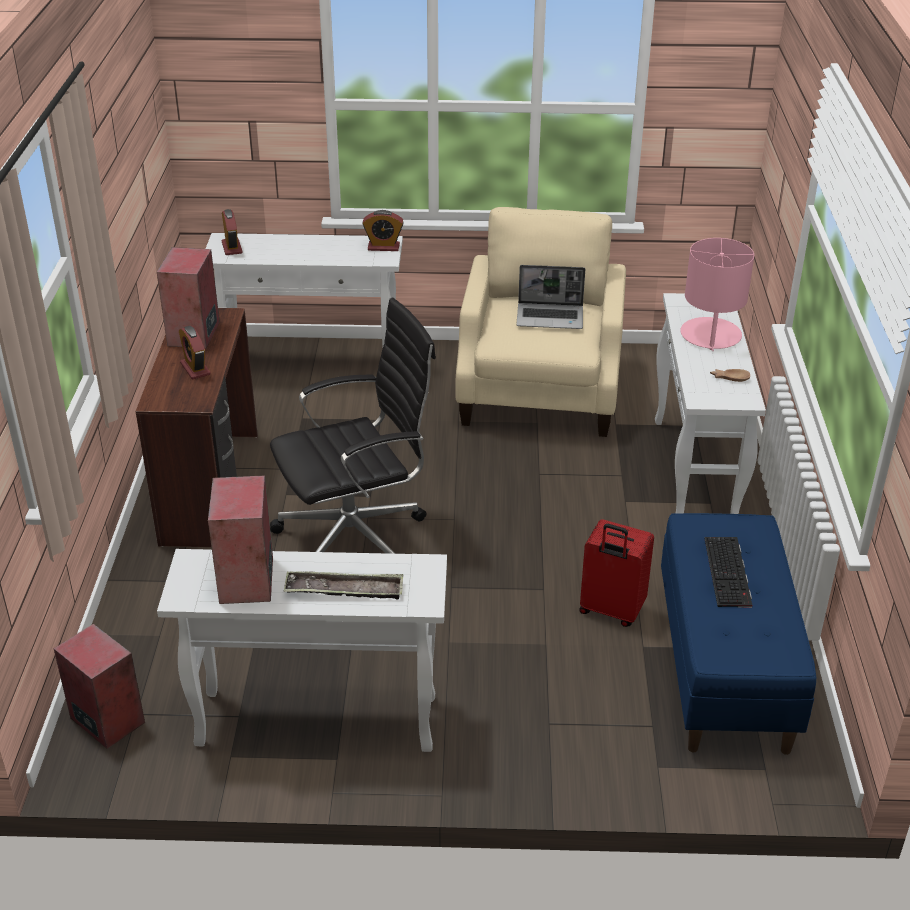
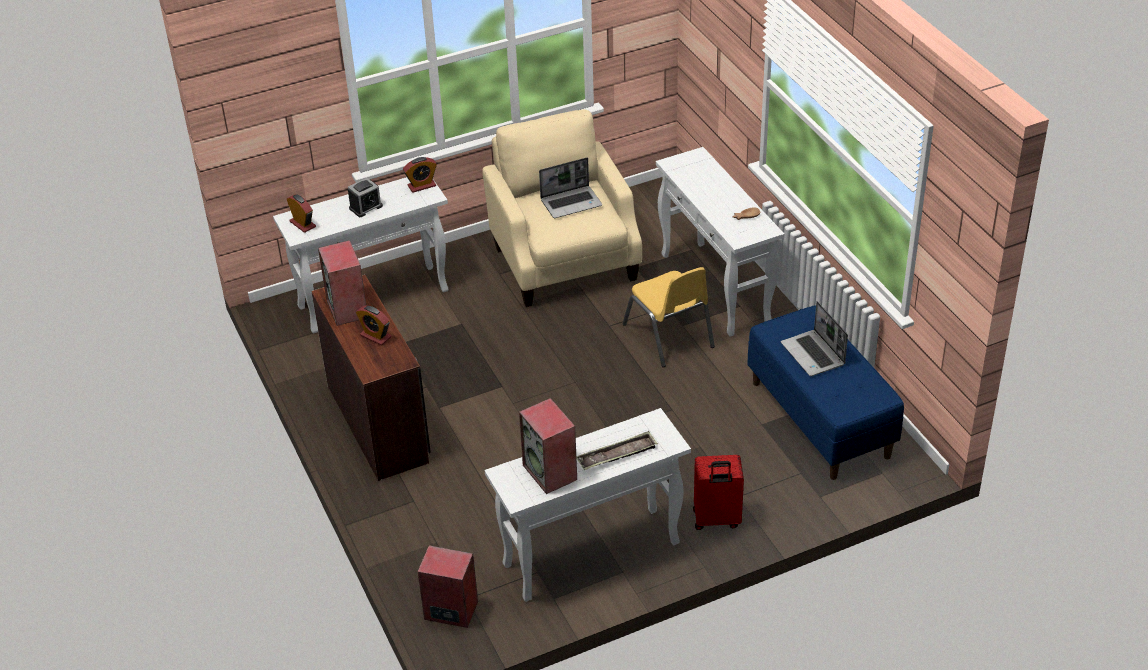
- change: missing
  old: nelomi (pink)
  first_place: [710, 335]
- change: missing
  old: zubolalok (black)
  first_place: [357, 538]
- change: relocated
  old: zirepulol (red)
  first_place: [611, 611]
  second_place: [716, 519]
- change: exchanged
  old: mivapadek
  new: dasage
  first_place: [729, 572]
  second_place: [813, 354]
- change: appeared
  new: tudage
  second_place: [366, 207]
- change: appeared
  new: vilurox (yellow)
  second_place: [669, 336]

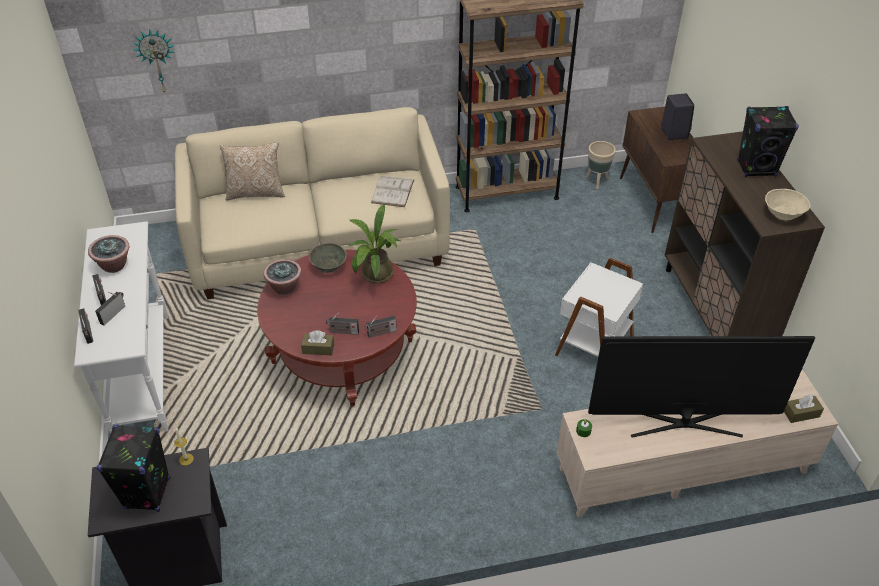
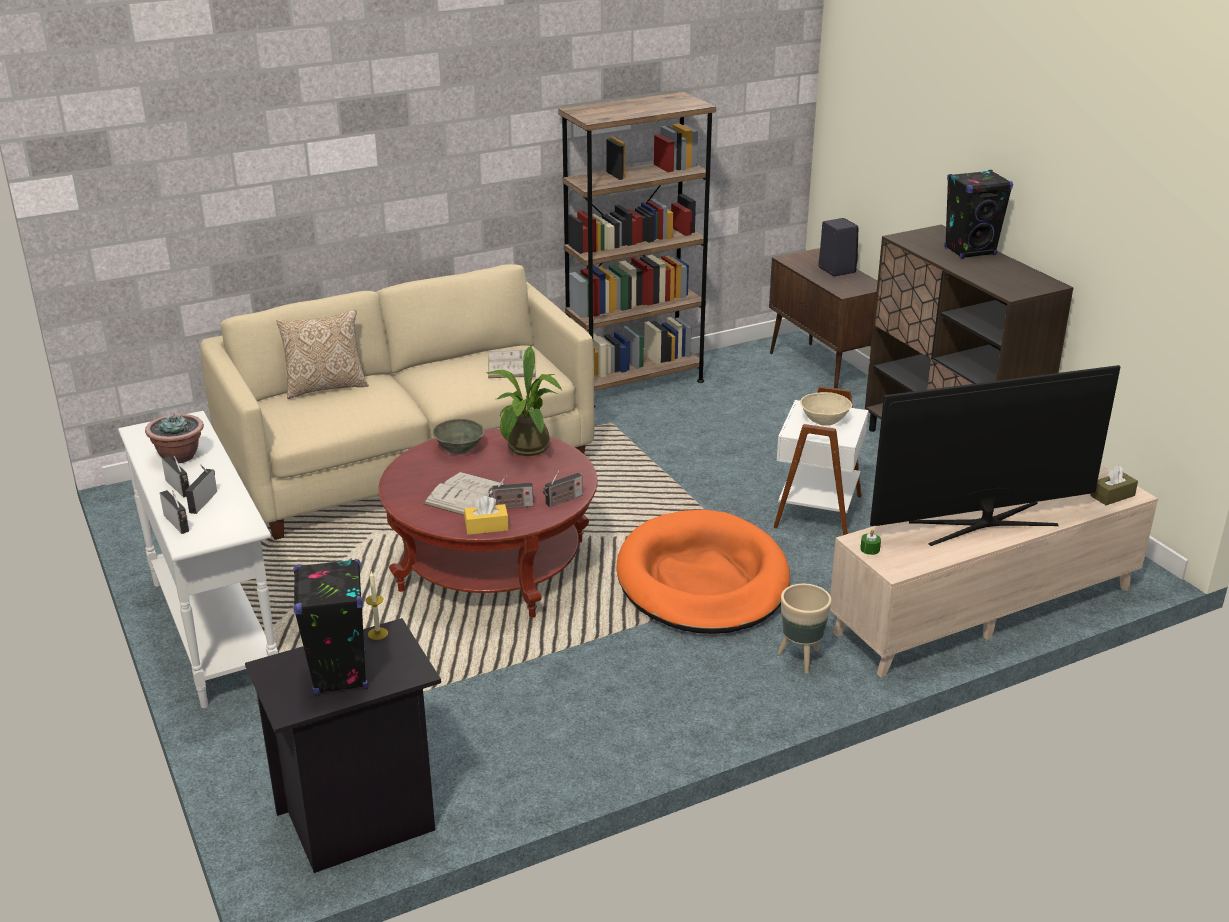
- change: missing
  old: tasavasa
  first_place: [157, 60]
- change: relocated
  old: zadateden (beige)
  first_place: [597, 181]
  second_place: [801, 659]
- change: relocated
  old: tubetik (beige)
  first_place: [783, 213]
  second_place: [824, 420]
- change: missing
  old: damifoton
  first_place: [284, 287]
- change: colour
  old: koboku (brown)
  new: koboku (yellow)
  first_place: [318, 349]
  second_place: [486, 527]
- change: appeared
  new: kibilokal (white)
  second_place: [465, 495]
- change: appeared
  new: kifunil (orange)
  second_place: [702, 580]

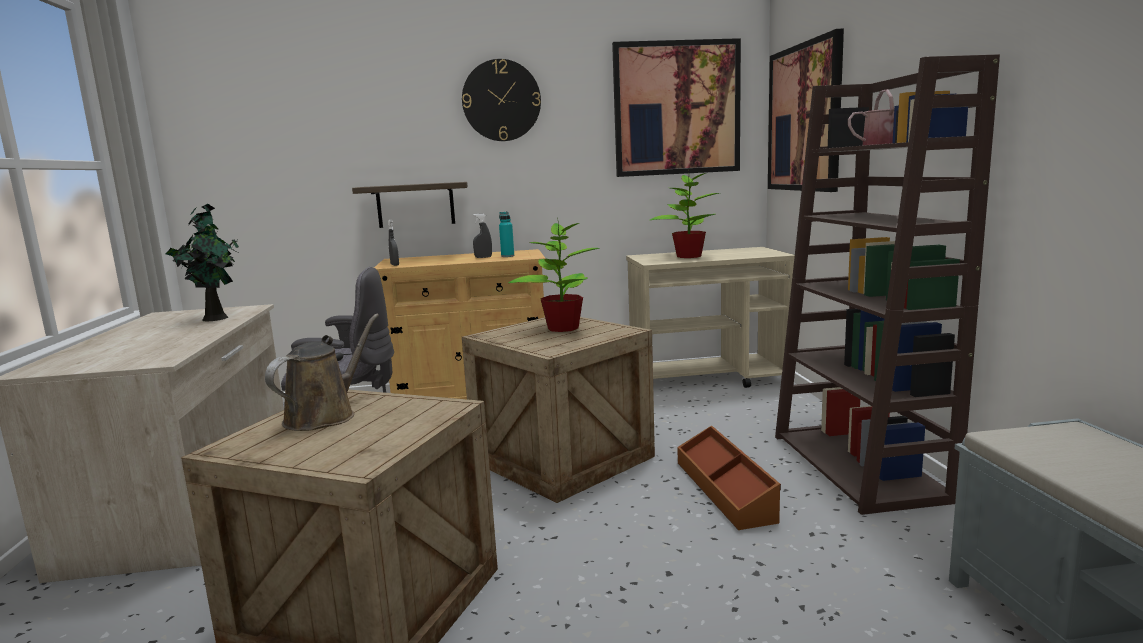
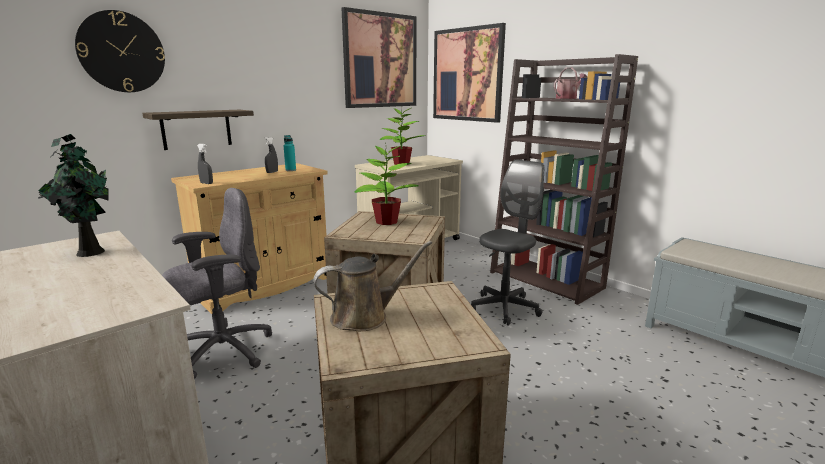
- change: relocated
  old: tasavasa
  first_place: [501, 100]
  second_place: [121, 52]
- change: spun
  old: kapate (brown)
  first_place: [325, 416]
  second_place: [365, 316]
  degrees: 75
- change: exchanged
  old: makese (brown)
  new: zubolalok (grey)
  first_place: [725, 490]
  second_place: [504, 308]

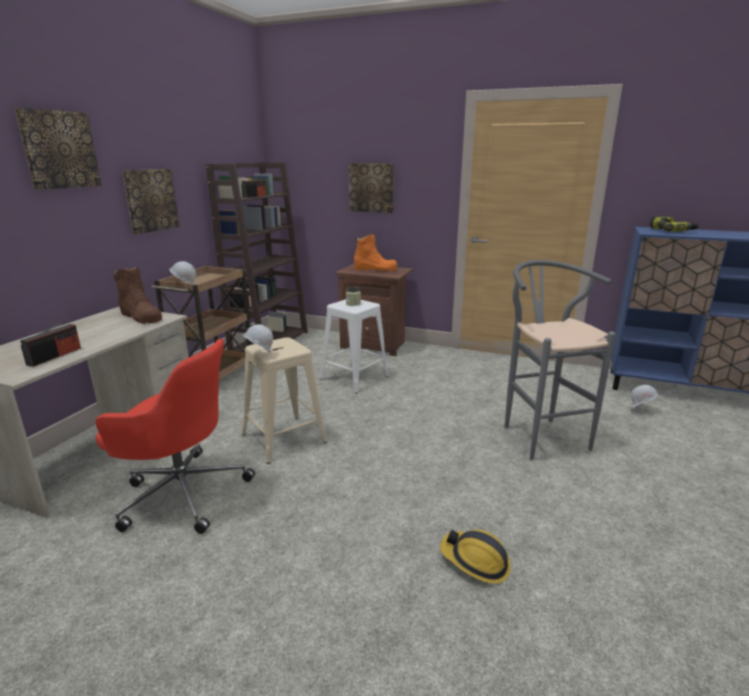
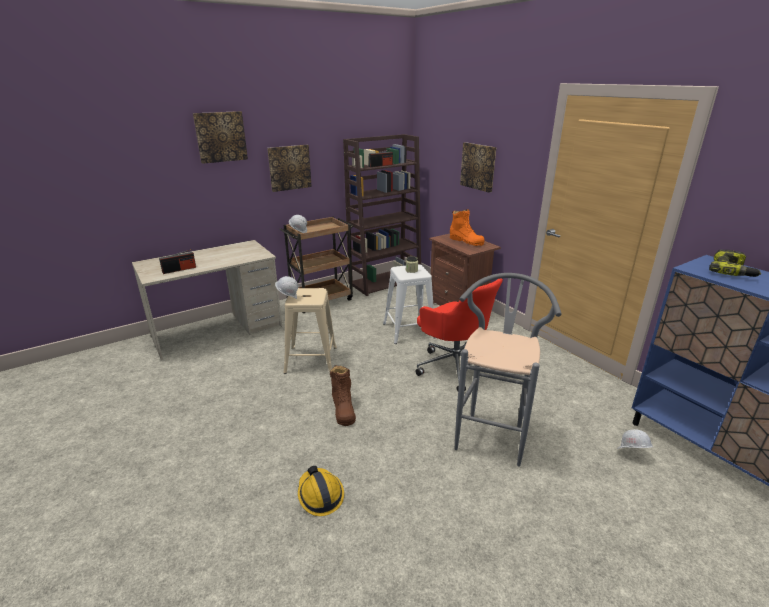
- change: relocated
  old: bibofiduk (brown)
  first_place: [141, 317]
  second_place: [343, 409]
- change: relocated
  old: zubolalok (red)
  first_place: [182, 492]
  second_place: [454, 365]

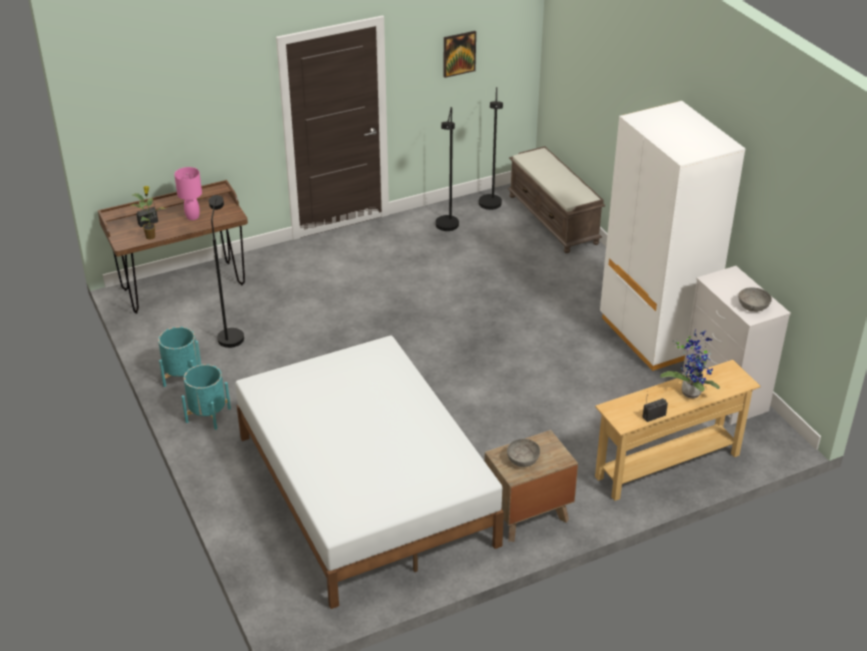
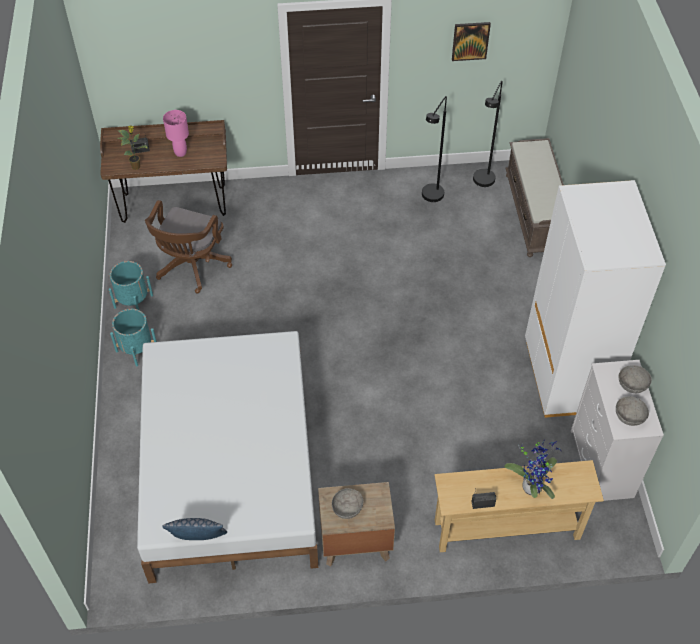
- change: exchanged
  old: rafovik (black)
  new: zubolalok (brown)
  first_place: [230, 334]
  second_place: [191, 267]
- change: appeared
  new: tubetik (grey)
  second_place: [632, 384]
- change: appeared
  new: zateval
  second_place: [199, 540]

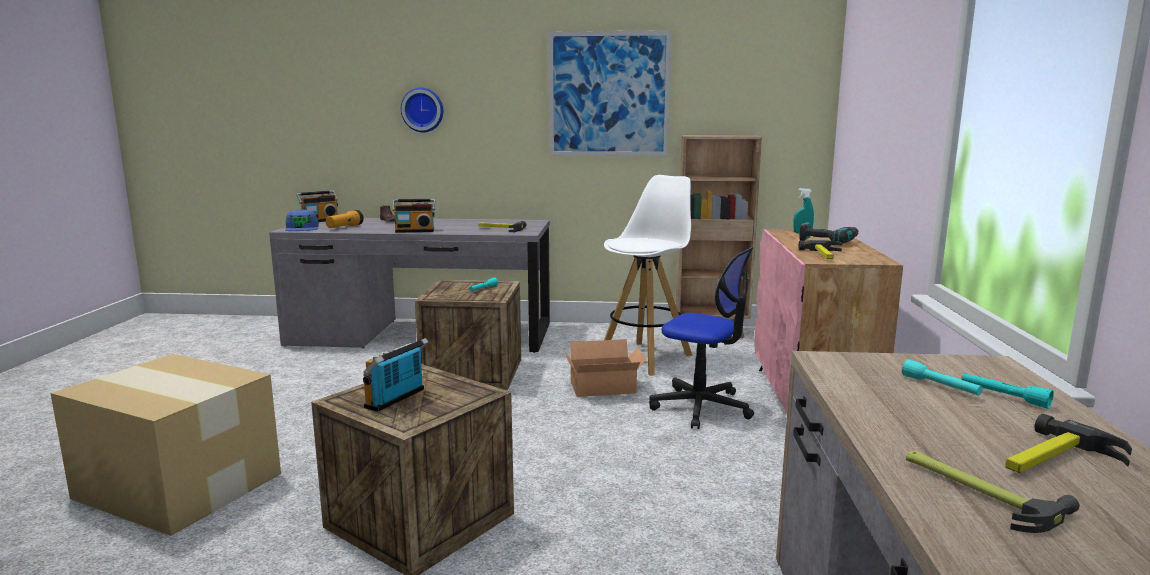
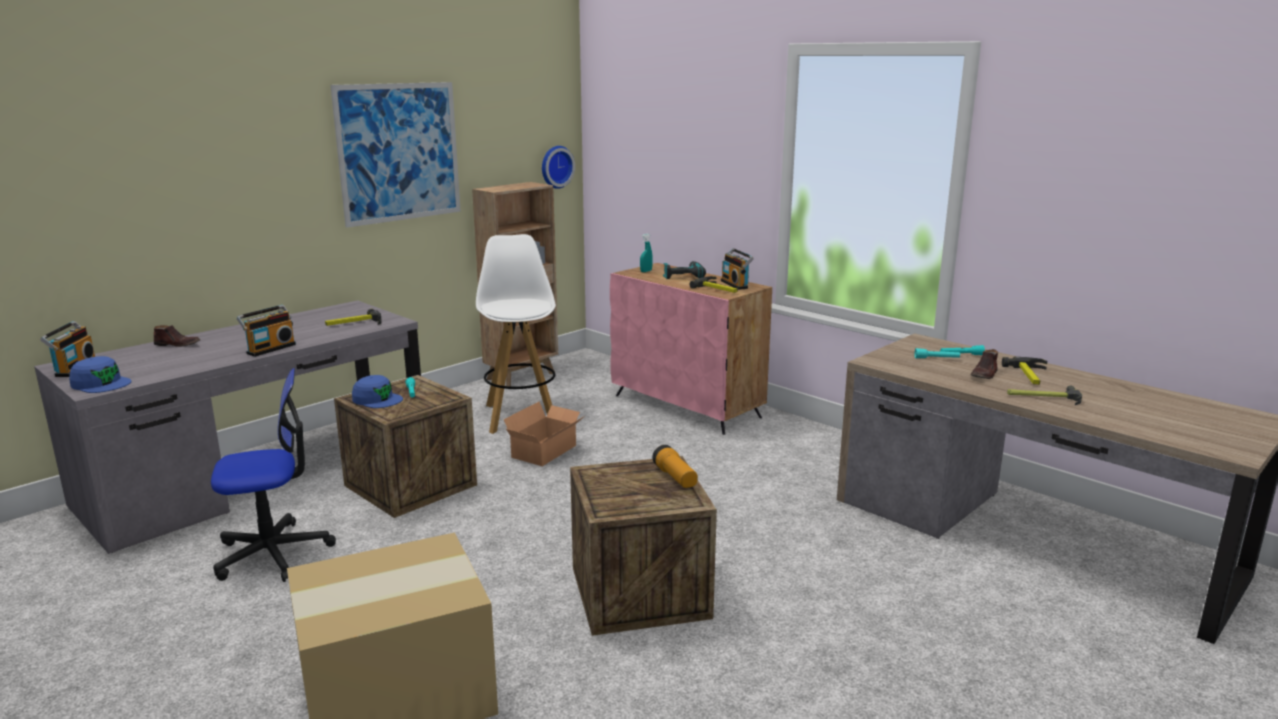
- change: relocated
  old: tasavasa
  first_place: [423, 110]
  second_place: [555, 166]
- change: relocated
  old: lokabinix
  first_place: [345, 227]
  second_place: [675, 478]
- change: relocated
  old: zubolalok
  first_place: [701, 407]
  second_place: [273, 553]
- change: relocated
  old: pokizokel
  first_place: [397, 399]
  second_place: [736, 284]
- change: appeared
  new: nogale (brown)
  second_place: [984, 374]
- change: appeared
  new: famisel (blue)
  second_place: [377, 399]

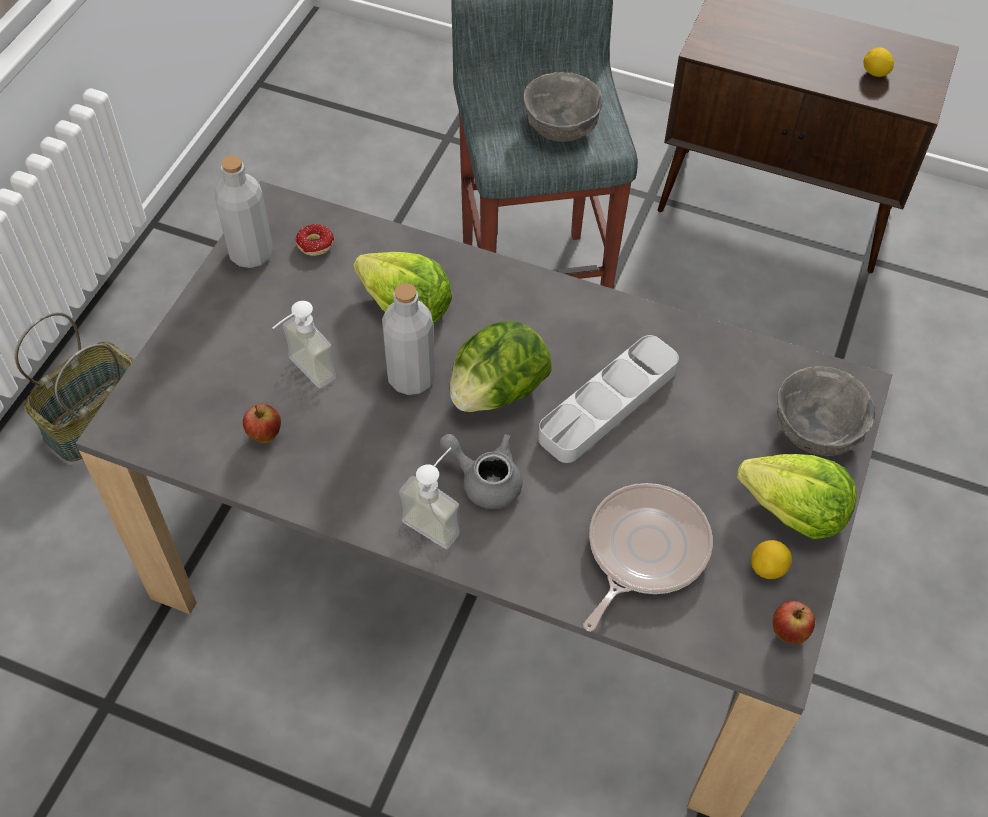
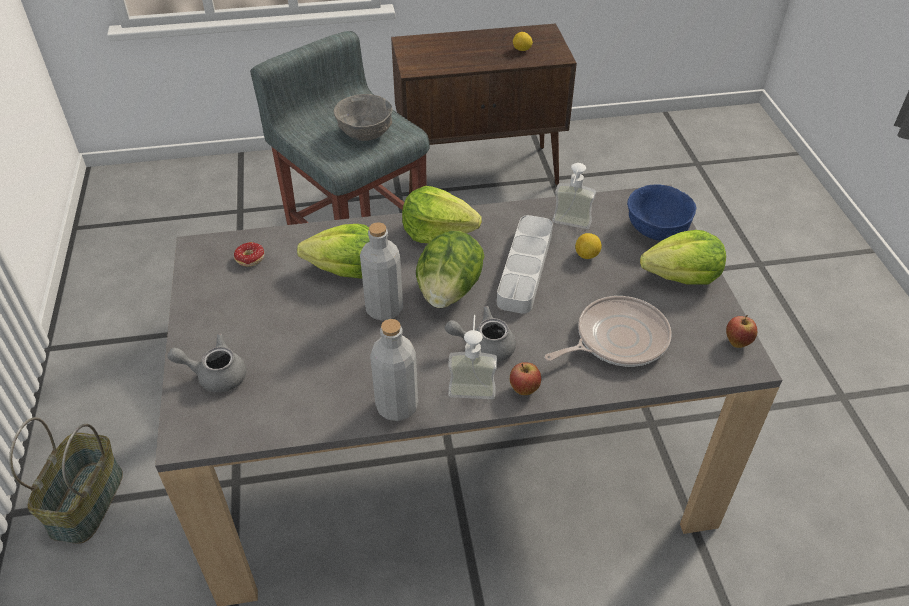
- change: relocated
  old: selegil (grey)
  first_place: [251, 253]
  second_place: [397, 406]
- change: relocated
  old: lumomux
  first_place: [303, 374]
  second_place: [570, 226]
- change: colour
  old: tubetik (grey)
  new: tubetik (blue)
  first_place: [817, 430]
  second_place: [657, 229]
- change: relocated
  old: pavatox
  first_place: [264, 435]
  second_place: [524, 390]
- change: spun
  old: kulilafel
  first_place: [643, 550]
  second_place: [617, 339]
  degrees: 60
- change: relocated
  old: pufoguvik
  first_place: [768, 568]
  second_place: [587, 255]
- change: appeared
  new: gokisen
  second_place: [438, 232]
- change: appeared
  new: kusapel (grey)
  second_place: [215, 375]

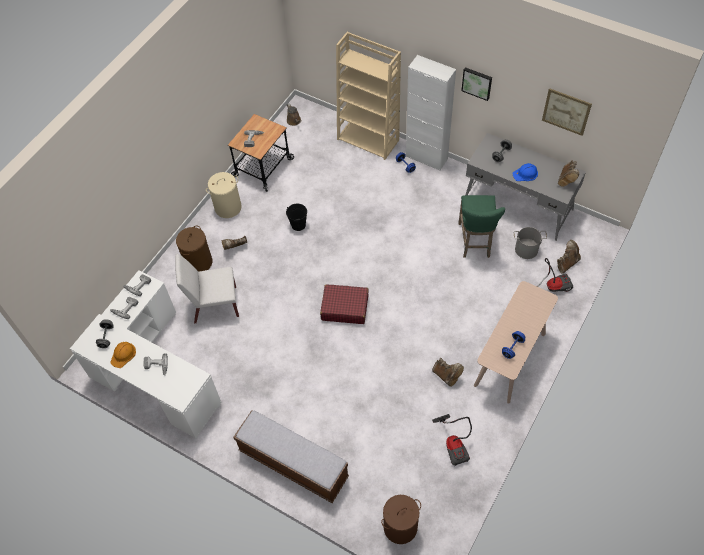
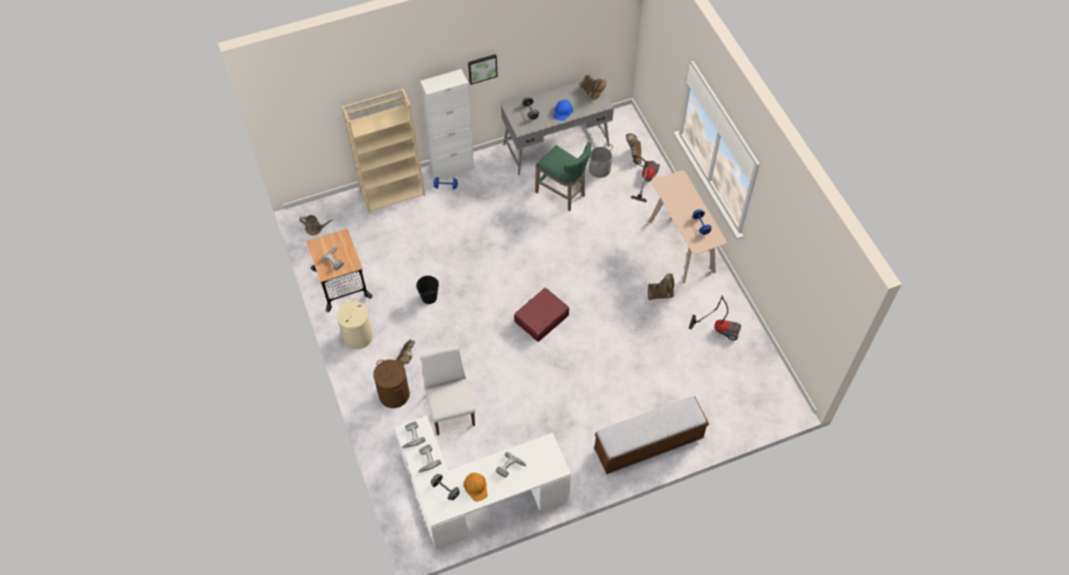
- change: missing
  old: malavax
  first_place: [566, 111]
- change: spun
  old: vilurox (white)
  first_place: [214, 305]
  second_place: [450, 409]
  degrees: 135
- change: missing
  old: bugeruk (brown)
  first_place: [400, 527]

